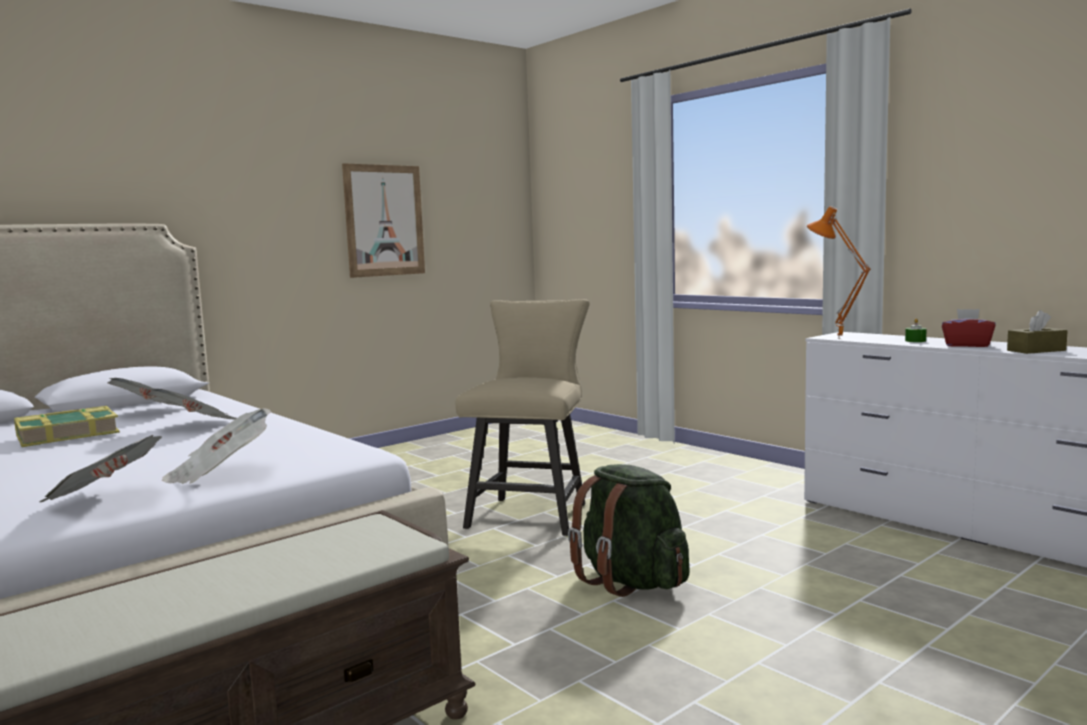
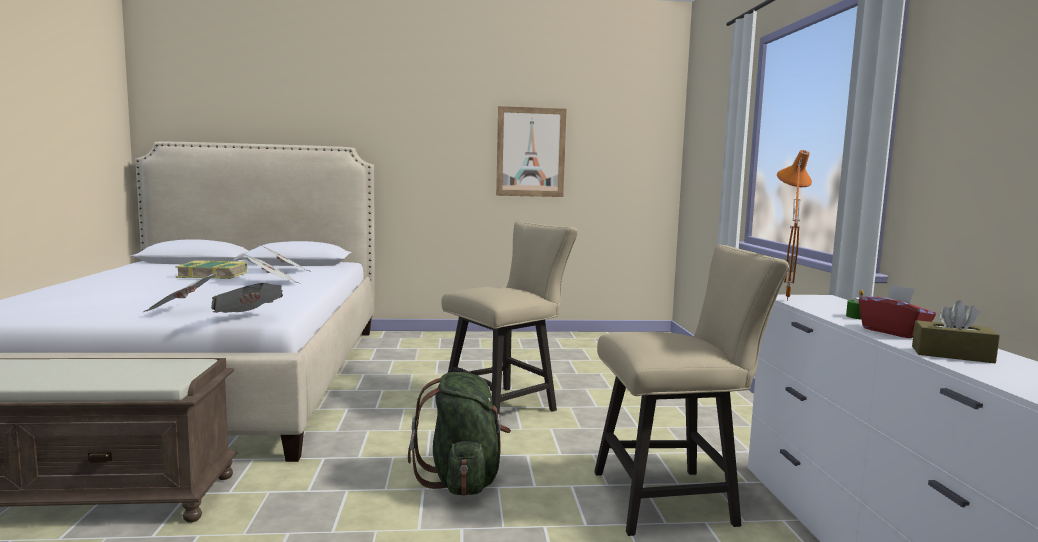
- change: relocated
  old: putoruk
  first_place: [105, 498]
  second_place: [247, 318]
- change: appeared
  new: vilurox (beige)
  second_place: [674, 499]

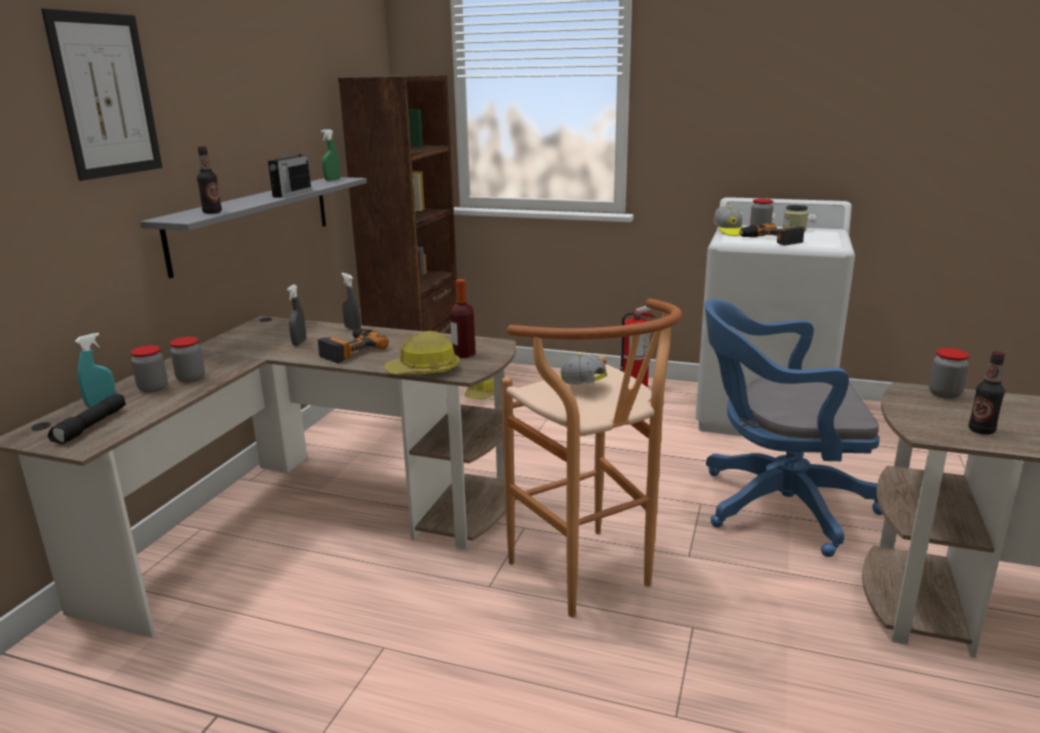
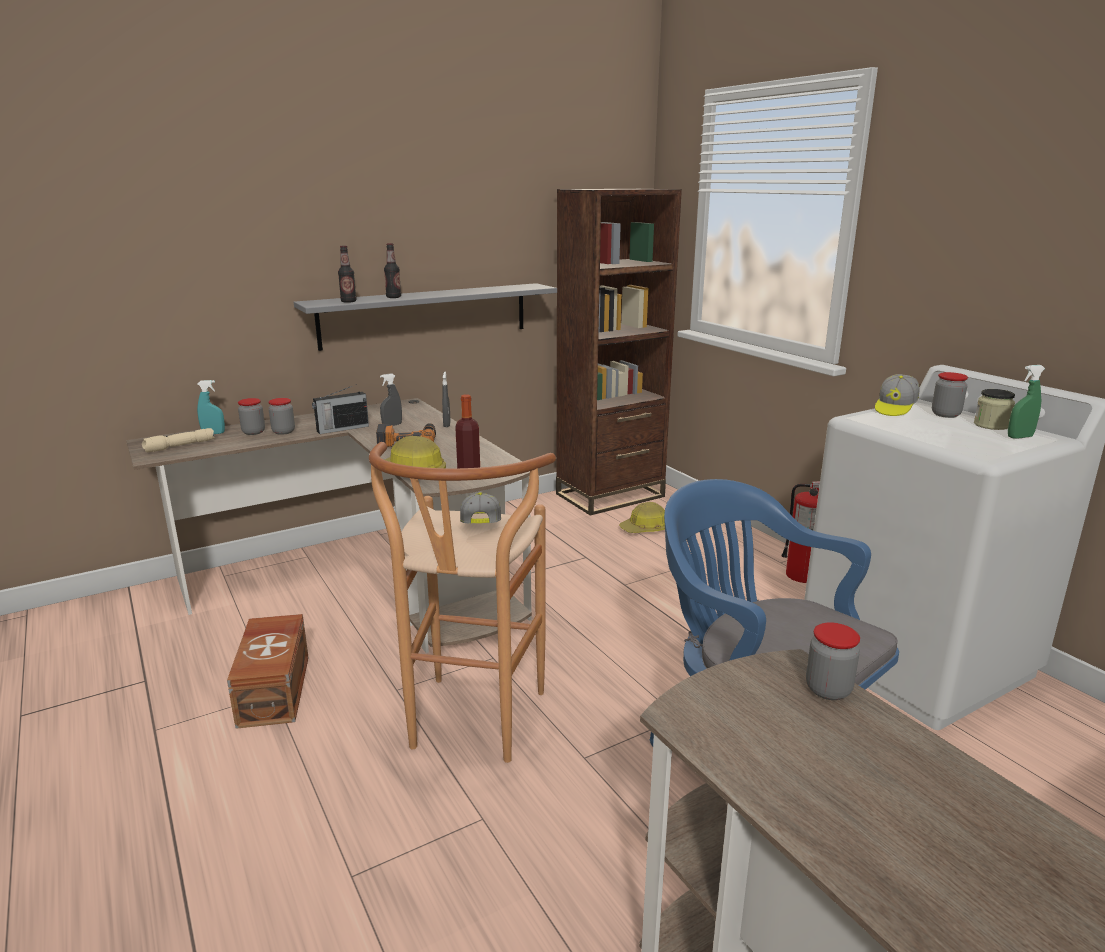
- change: missing
  old: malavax
  first_place: [106, 95]
- change: relocated
  old: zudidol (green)
  first_place: [332, 179]
  second_place: [1019, 437]
- change: relocated
  old: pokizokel
  first_place: [291, 193]
  second_place: [341, 429]
- change: missing
  old: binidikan
  first_place: [770, 240]
- change: relocated
  old: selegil
  first_place: [981, 430]
  second_place: [393, 297]
- change: colour
  old: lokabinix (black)
  new: lokabinix (beige)
  first_place: [91, 426]
  second_place: [179, 446]
- change: appeared
  new: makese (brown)
  second_place: [276, 689]

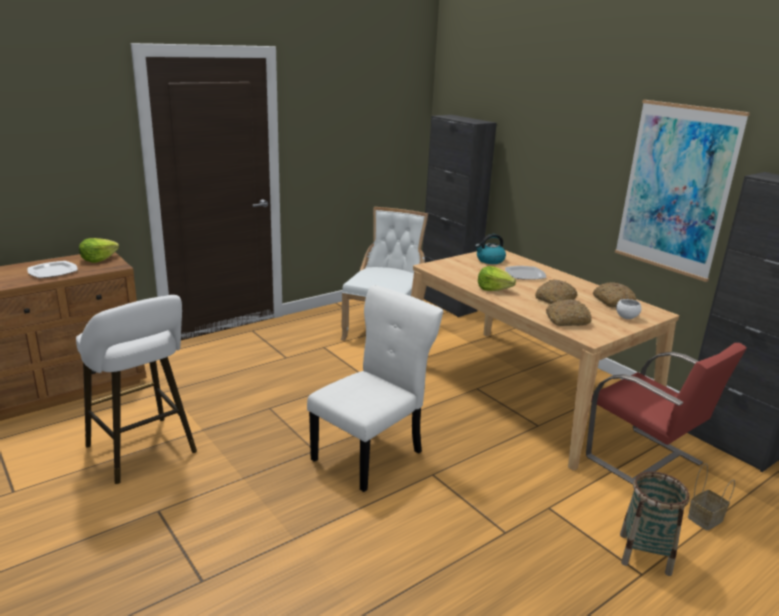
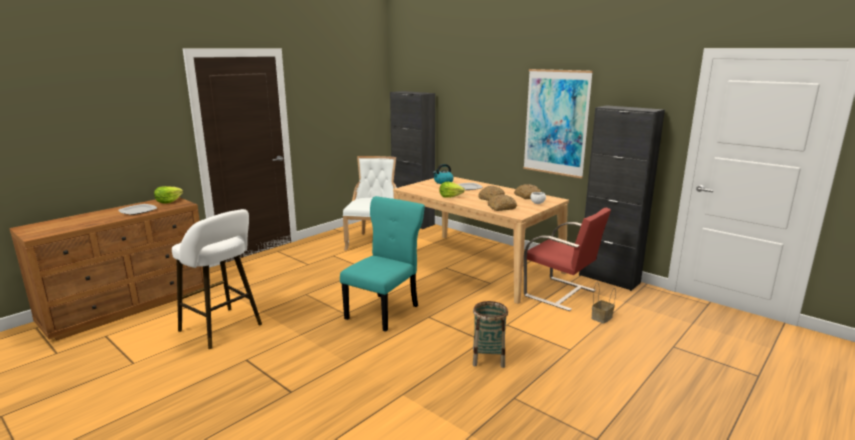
- change: colour
  old: vilurox (white)
  new: vilurox (turquoise)
  first_place: [371, 454]
  second_place: [384, 311]
- change: relocated
  old: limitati
  first_place: [645, 554]
  second_place: [488, 358]

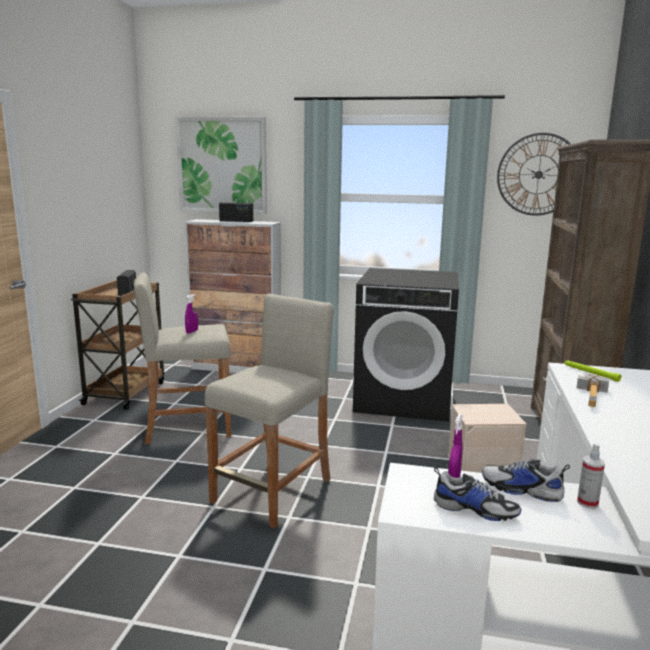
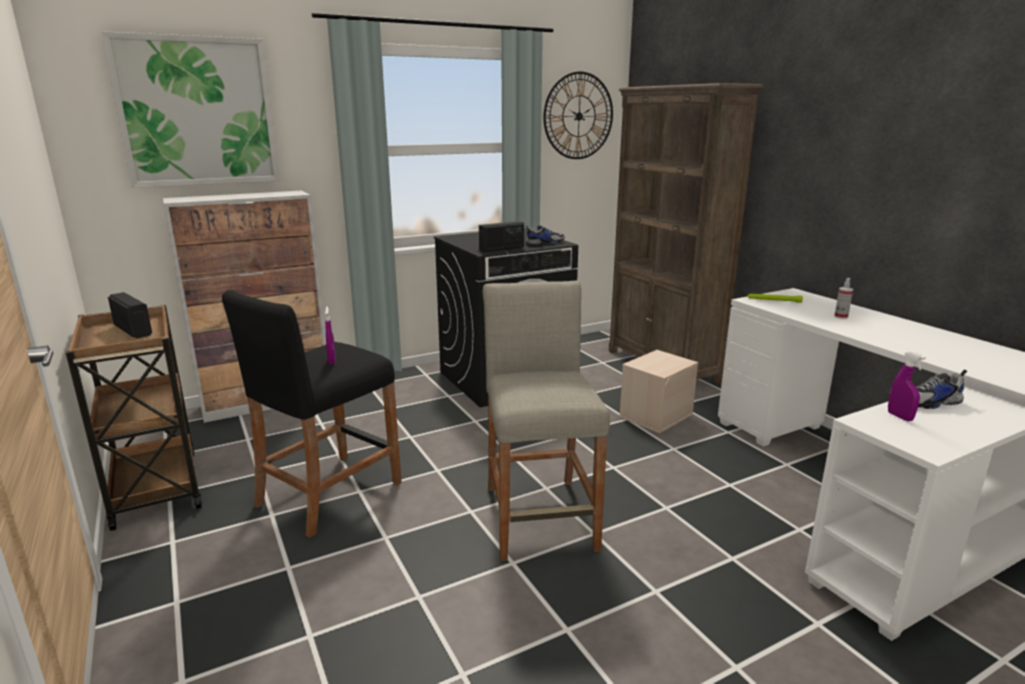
- change: relocated
  old: pokizokel
  first_place: [236, 221]
  second_place: [501, 248]
- change: colour
  old: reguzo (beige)
  new: reguzo (black)
  first_place: [188, 427]
  second_place: [329, 493]
- change: missing
  old: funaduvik
  first_place: [596, 397]
- change: relocated
  old: zudidol
  first_place: [587, 502]
  second_place: [841, 316]
- change: relocated
  old: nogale
  first_place: [475, 509]
  second_place: [544, 243]

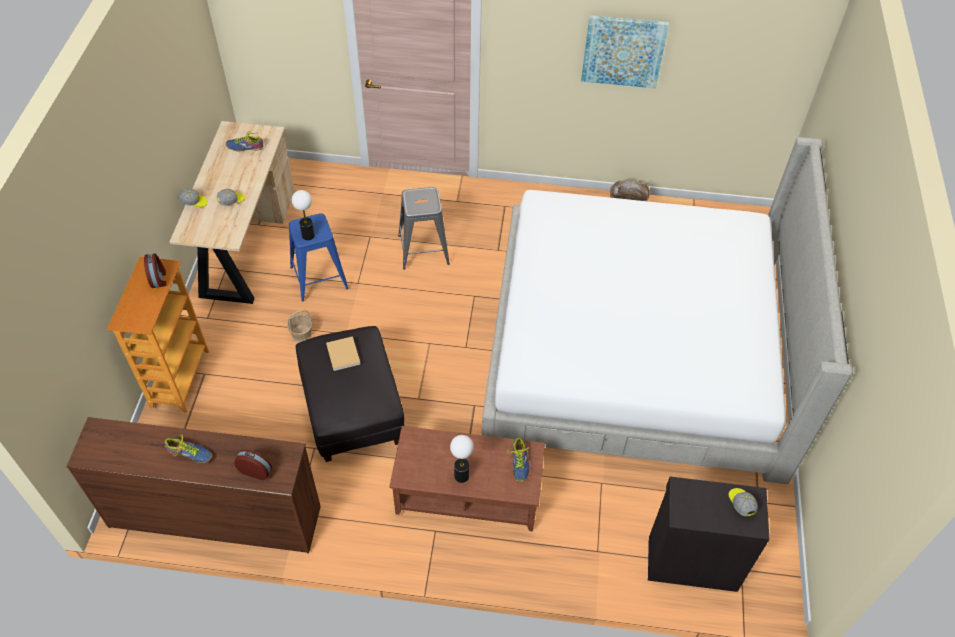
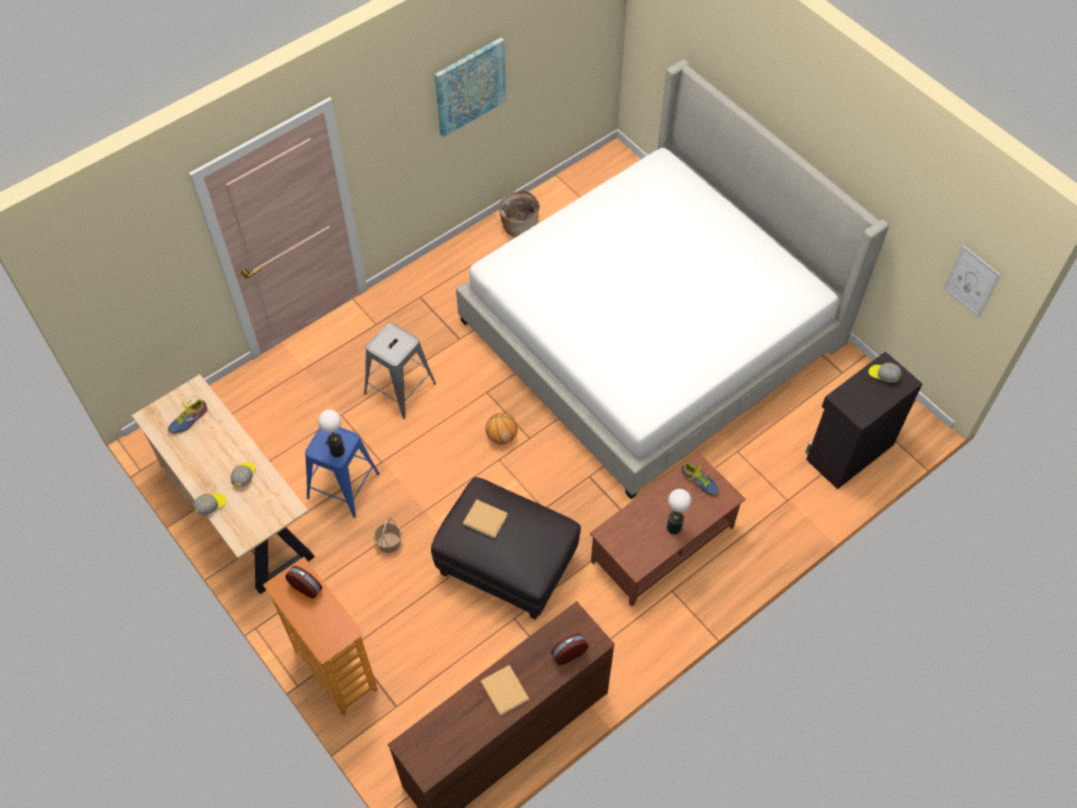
- change: exchanged
  old: nogale
  new: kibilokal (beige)
  first_place: [189, 453]
  second_place: [504, 689]
- change: appeared
  new: malavax
  second_place: [971, 281]
- change: appeared
  new: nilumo
  second_place: [501, 436]

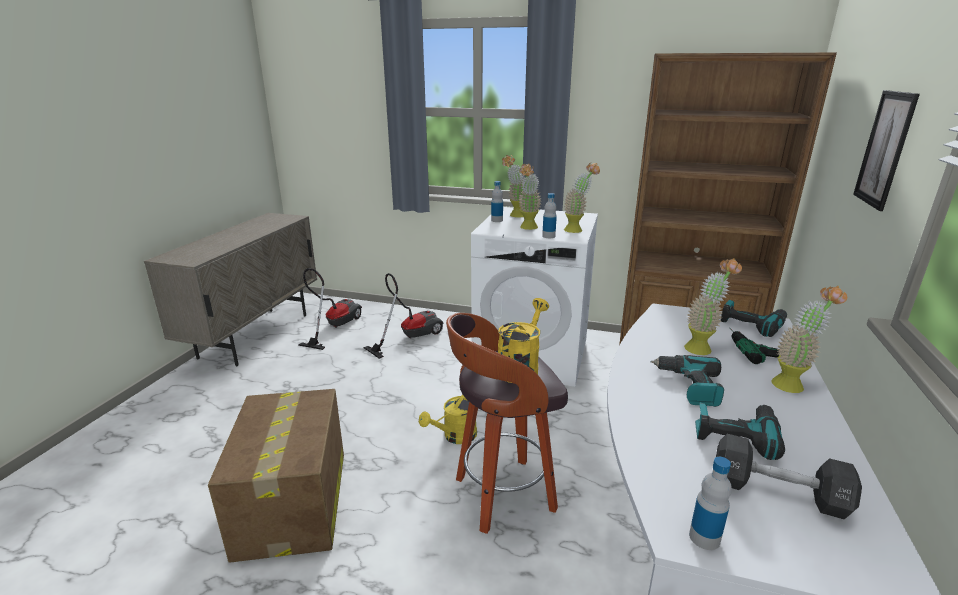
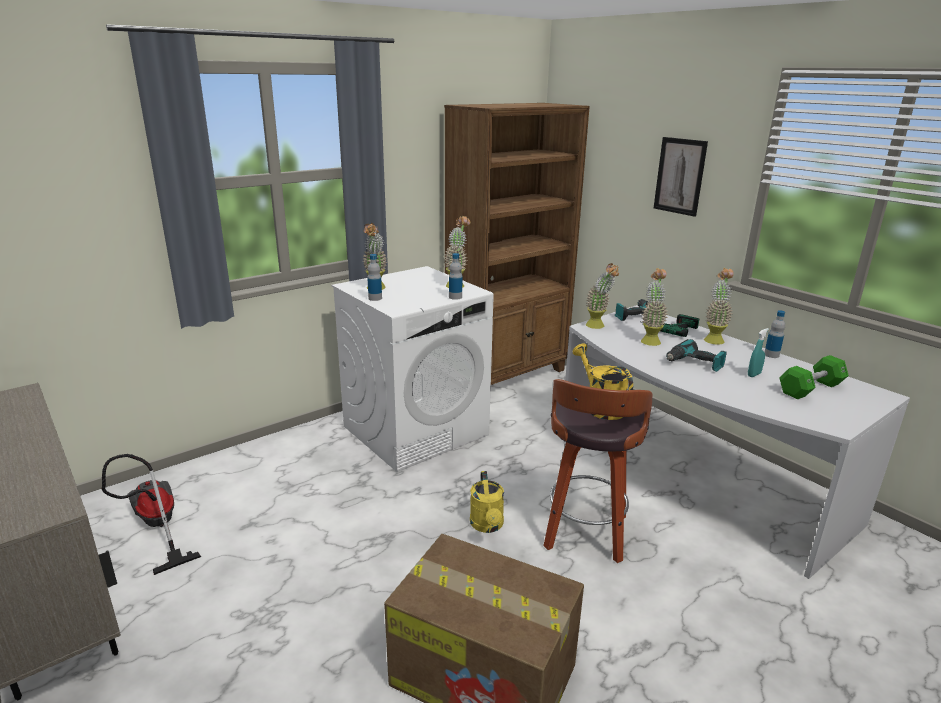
- change: relocated
  old: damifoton
  first_place: [527, 228]
  second_place: [598, 327]
- change: missing
  old: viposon
  first_place: [409, 336]
- change: exchanged
  old: binidikan
  new: zudidol (turquoise)
  first_place: [735, 434]
  second_place: [754, 374]
- change: colour
  old: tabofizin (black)
  new: tabofizin (green)
  first_place: [777, 492]
  second_place: [811, 388]
- change: relocated
  old: selegil
  first_place: [704, 537]
  second_place: [771, 355]

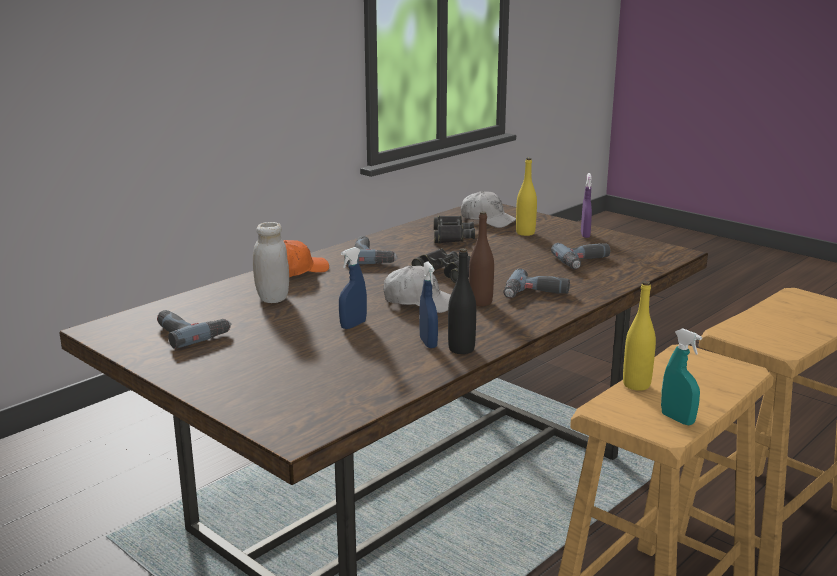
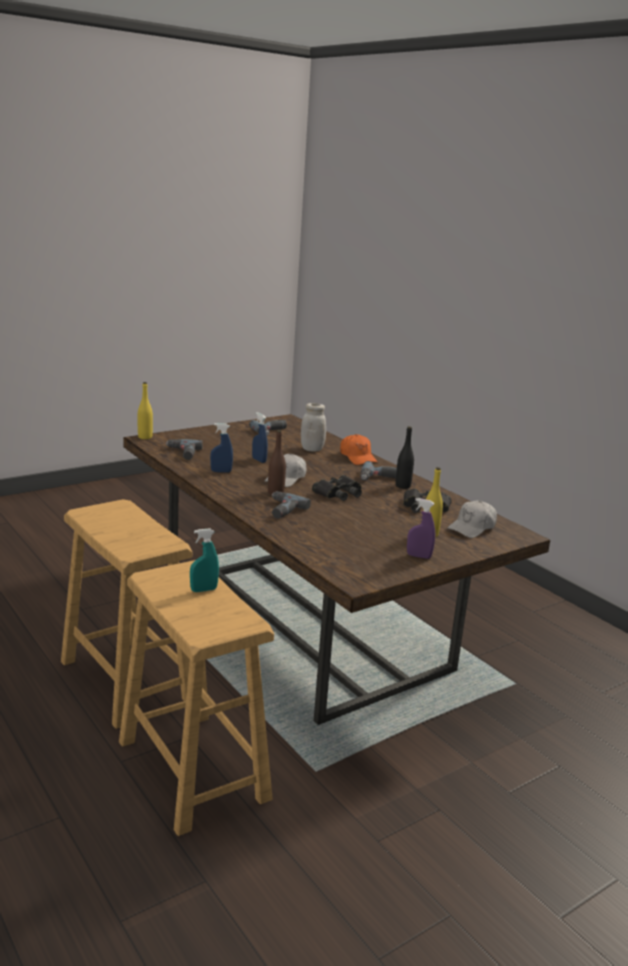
- change: relocated
  old: binidikan
  first_place: [585, 262]
  second_place: [182, 453]
- change: relocated
  old: selegil (black)
  first_place: [461, 349]
  second_place: [403, 486]
- change: relocated
  old: selegil (yellow)
  first_place: [636, 385]
  second_place: [145, 437]
- change: relocated
  old: zudidol (turquoise)
  first_place: [677, 419]
  second_place: [203, 590]

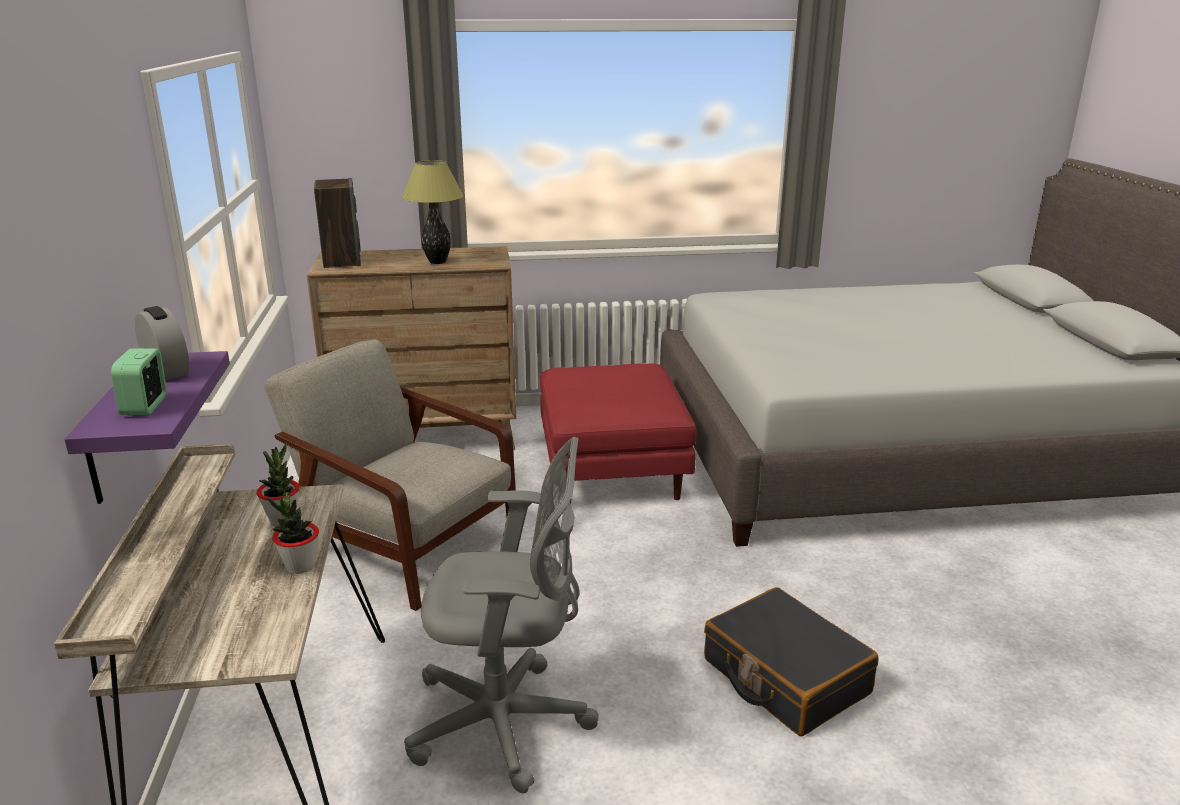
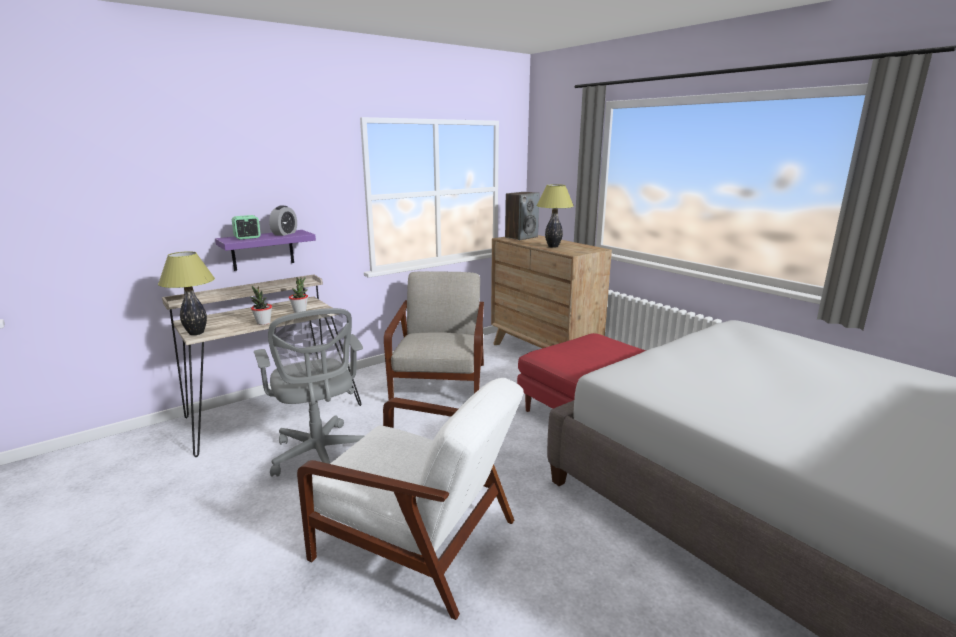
- change: exchanged
  old: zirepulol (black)
  new: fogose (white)
  first_place: [784, 677]
  second_place: [418, 541]
- change: appeared
  new: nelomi
  second_place: [196, 333]

